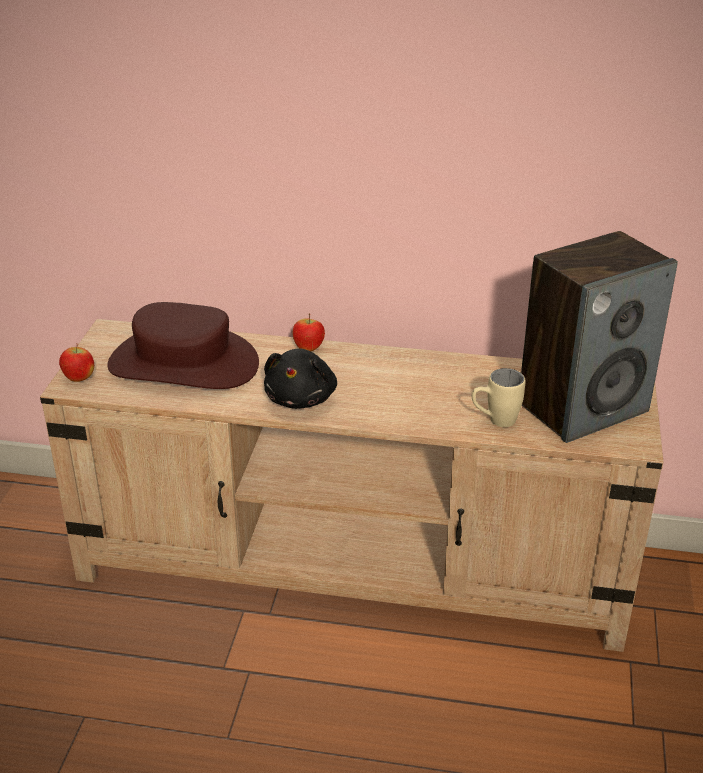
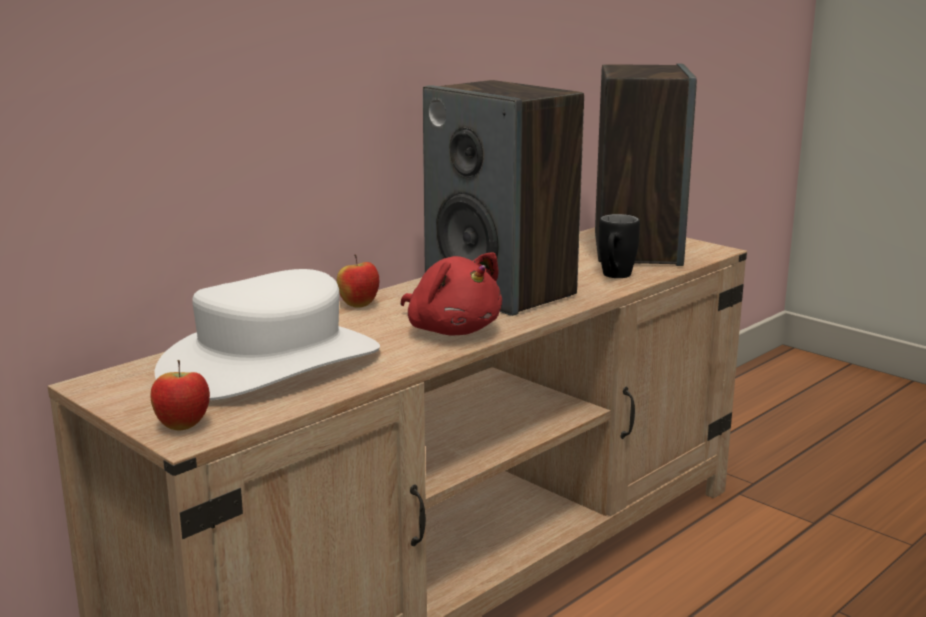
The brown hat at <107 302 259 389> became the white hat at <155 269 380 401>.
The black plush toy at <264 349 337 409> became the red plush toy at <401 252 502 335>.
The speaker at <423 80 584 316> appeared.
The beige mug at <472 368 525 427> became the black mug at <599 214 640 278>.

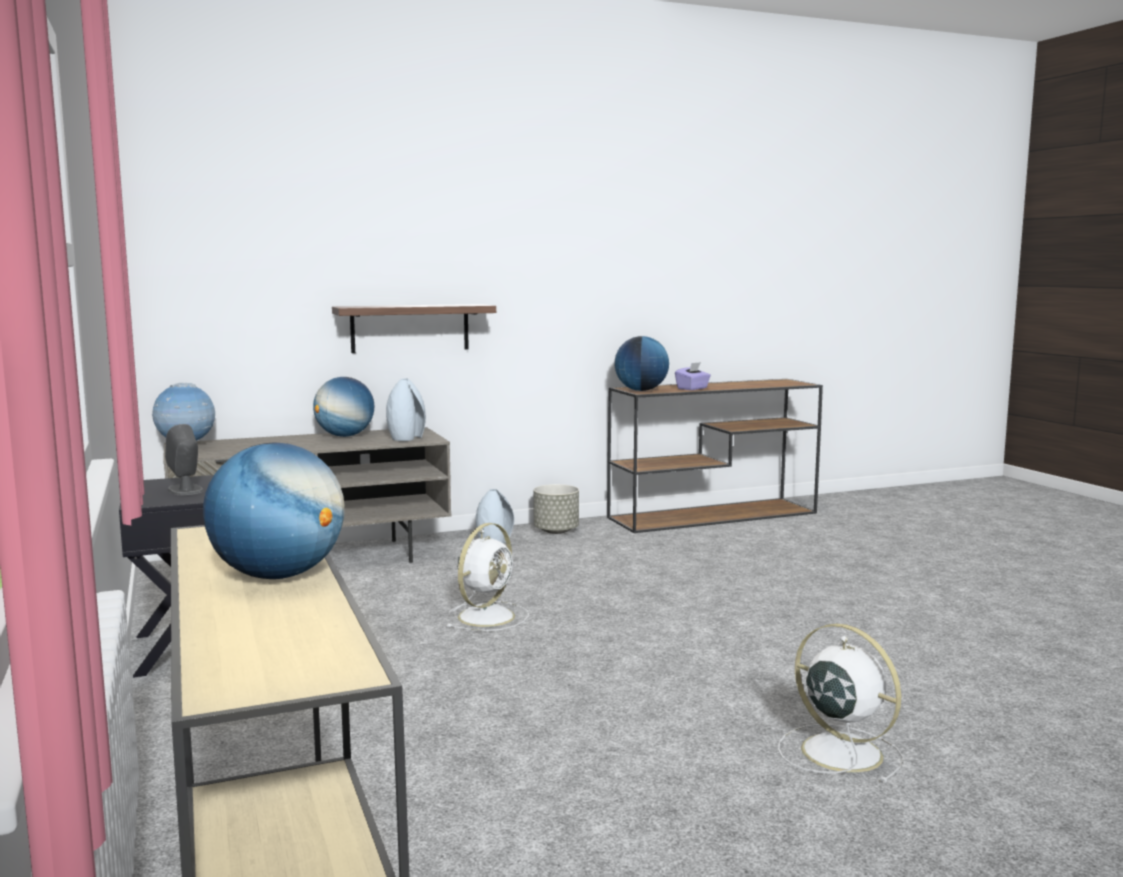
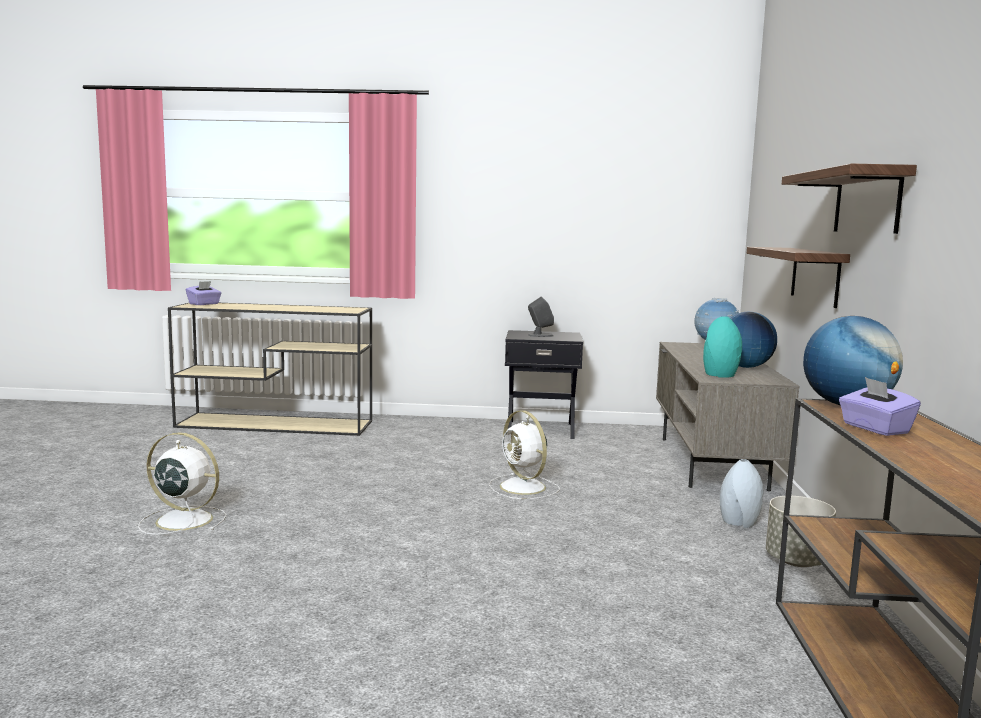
The white fan at <778 623 904 783> turned 150 degrees counterclockwise.
The purple tissue box at <186 281 222 305> appeared.
The grey vase at <386 379 426 441> became the turquoise vase at <703 316 742 378>.
The shelf at <782 163 917 234> appeared.
The globe at <203 443 345 579> disappeared.

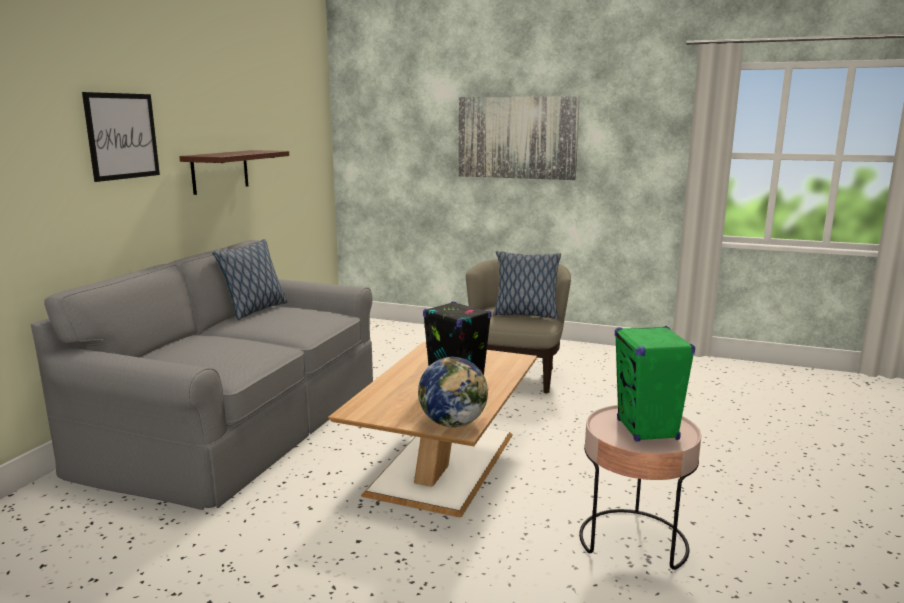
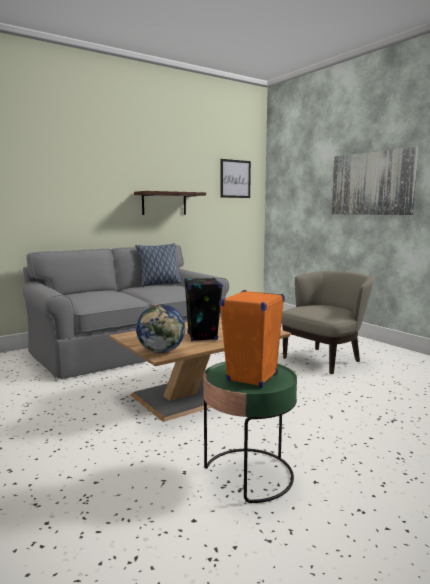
The pink side table at <579 405 701 570> became the green side table at <203 361 297 504>.
The green speaker at <615 326 695 442> became the orange speaker at <219 290 285 388>.
The picture moved from <82 92 160 182> to <220 159 251 198>.
The pillow at <493 251 561 319> disappeared.

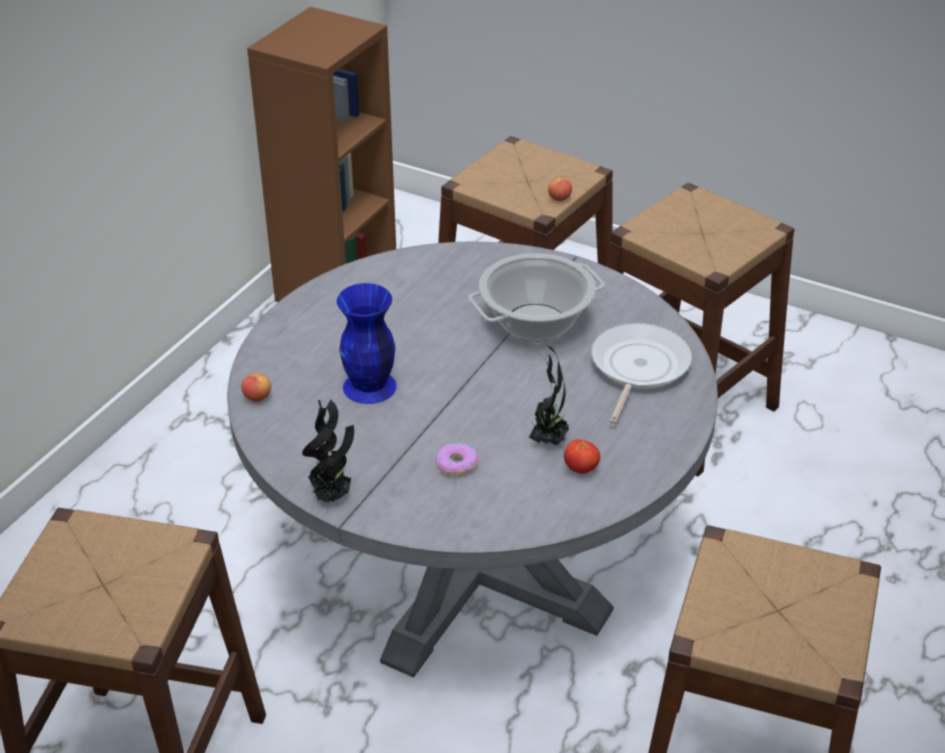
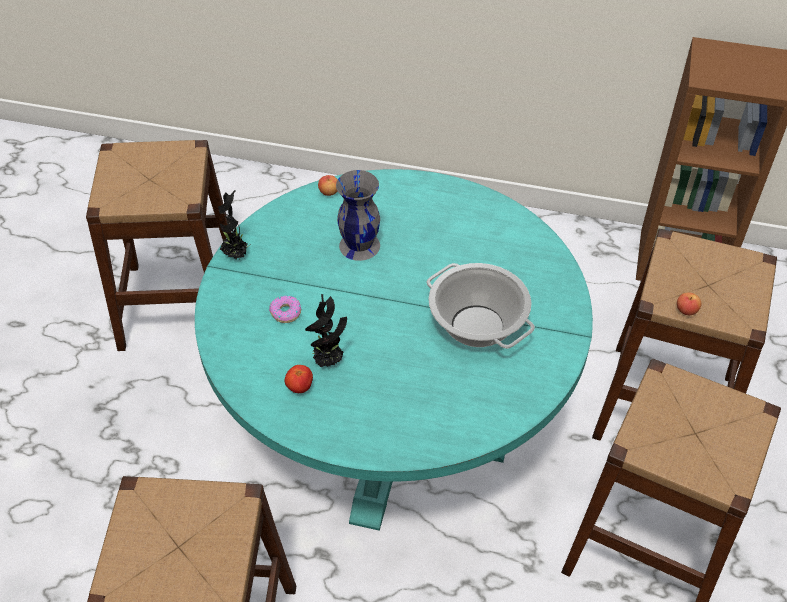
The grey dining table at <227 242 718 678> became the turquoise dining table at <195 169 593 531>.
The blue vase at <337 283 397 404> became the grey vase at <336 170 380 261>.
The frying pan at <591 323 692 424> disappeared.

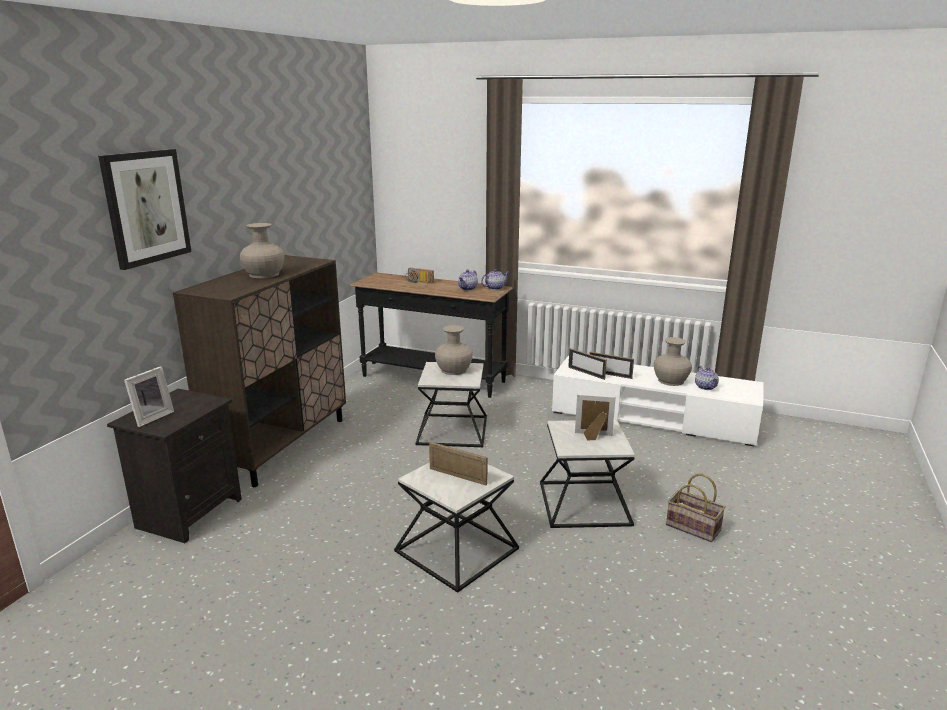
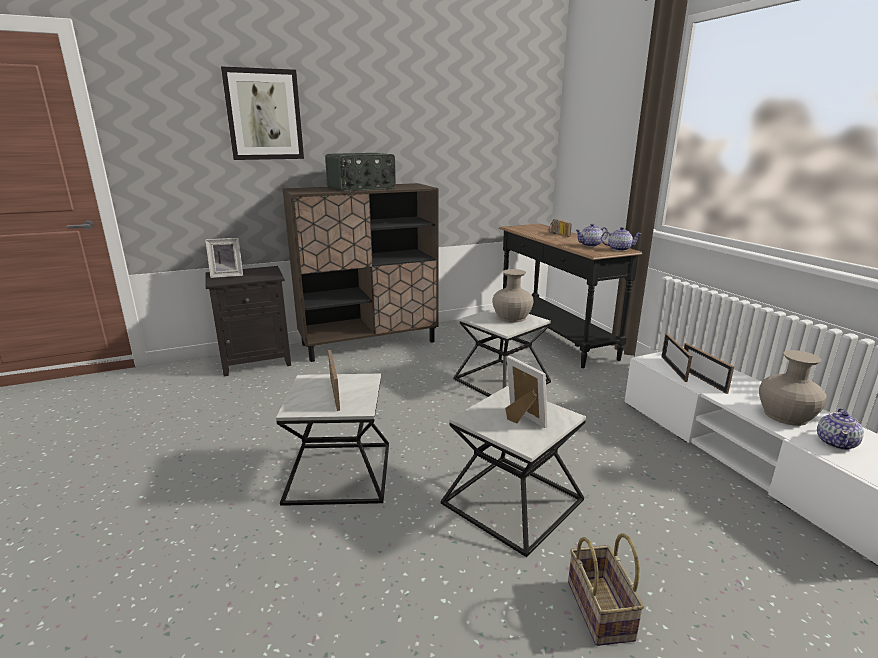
The beige vase at <240 223 285 278> was replaced by the radio at <325 153 396 191>.

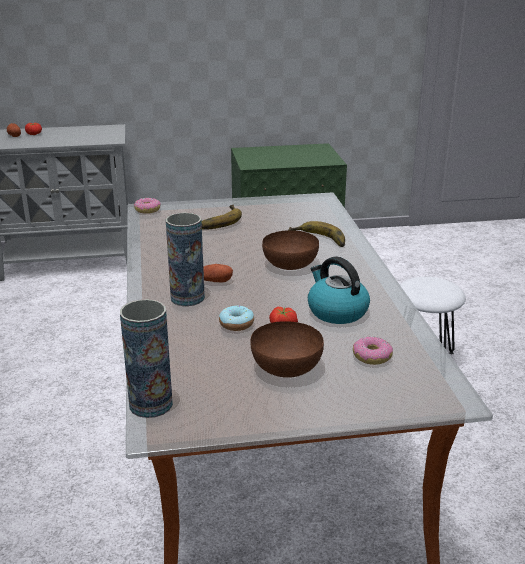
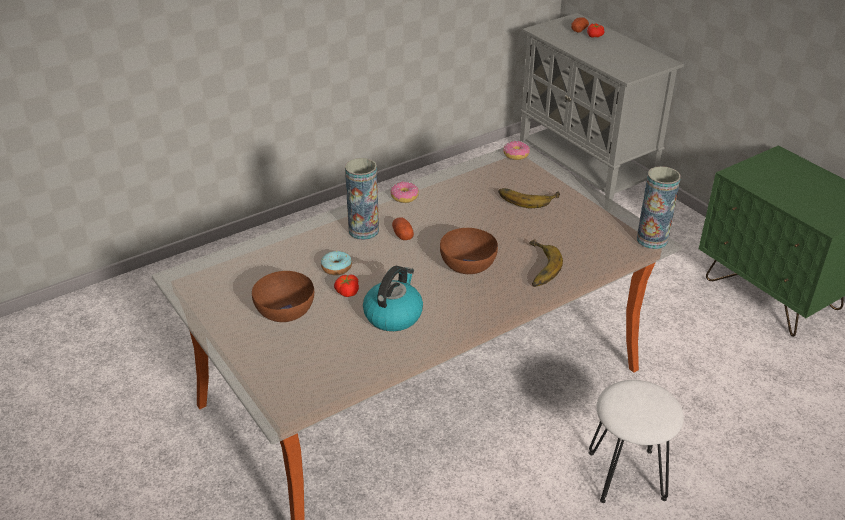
The donut moved from <353 336 393 365> to <390 181 419 203>.
The vase moved from <120 299 173 418> to <637 166 681 249>.

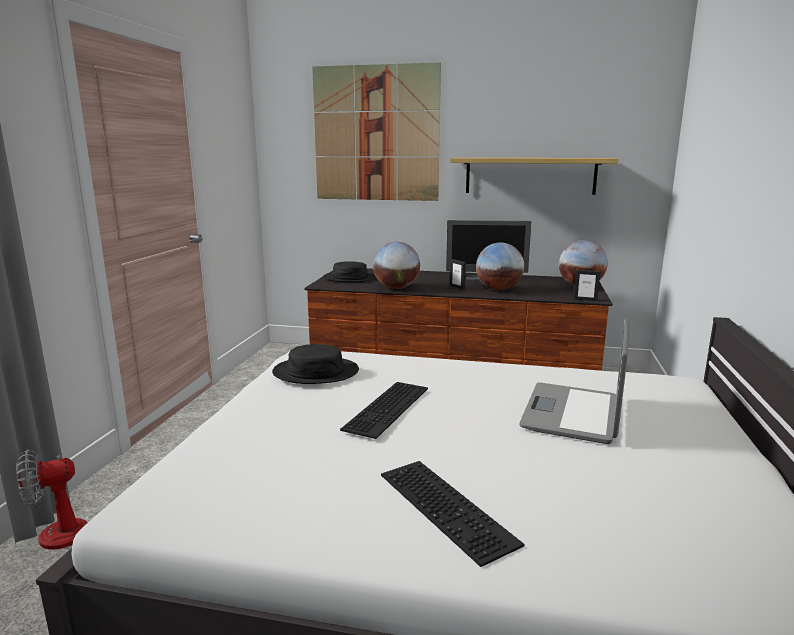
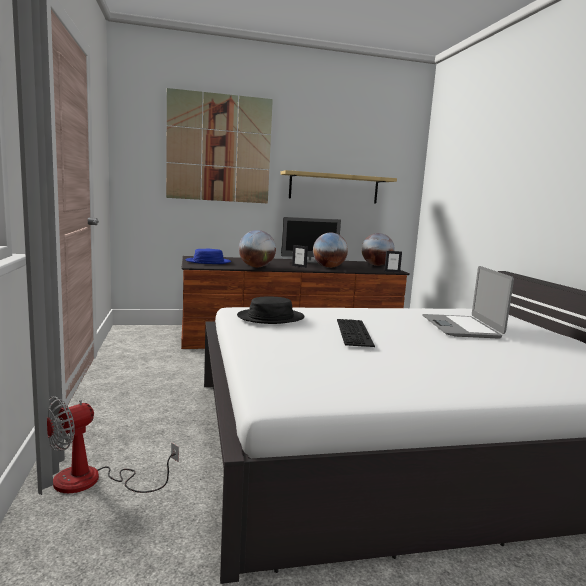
The black hat at <323 261 376 282> became the blue hat at <185 249 231 264>.
The keyboard at <381 461 524 567> disappeared.

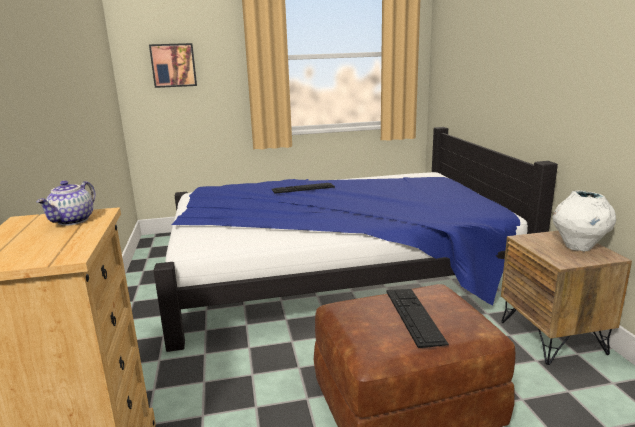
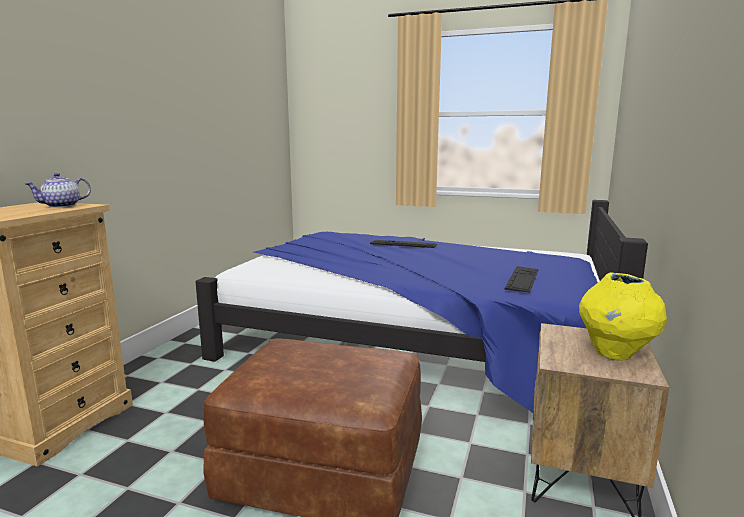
The keyboard moved from <386 289 449 348> to <505 266 539 293>.
The white vase at <552 190 616 252> became the yellow vase at <579 272 667 361>.
The picture at <149 43 197 88> disappeared.

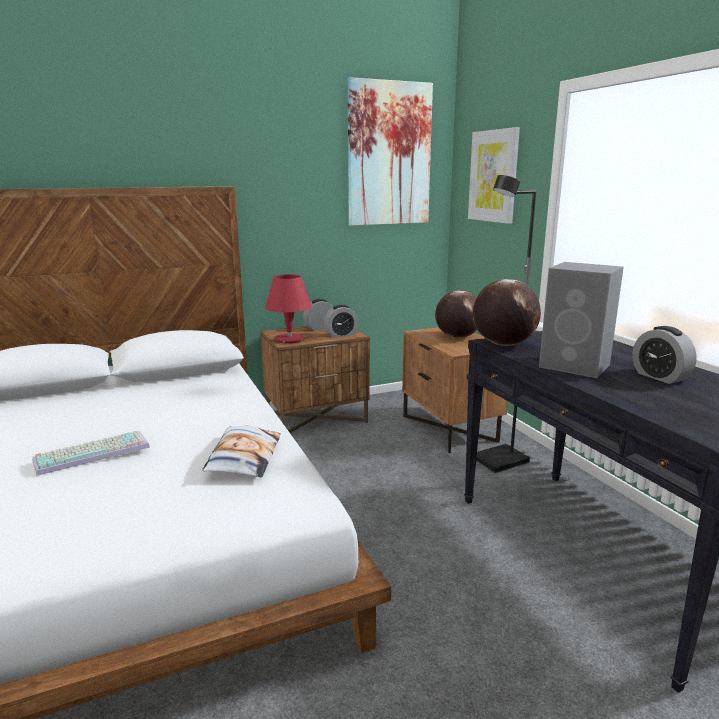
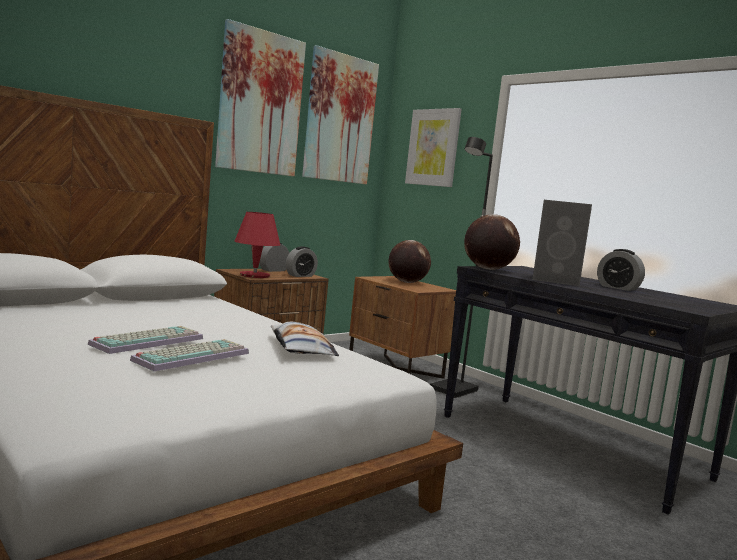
The keyboard at <130 339 249 371> appeared.
The picture at <215 19 306 176> appeared.

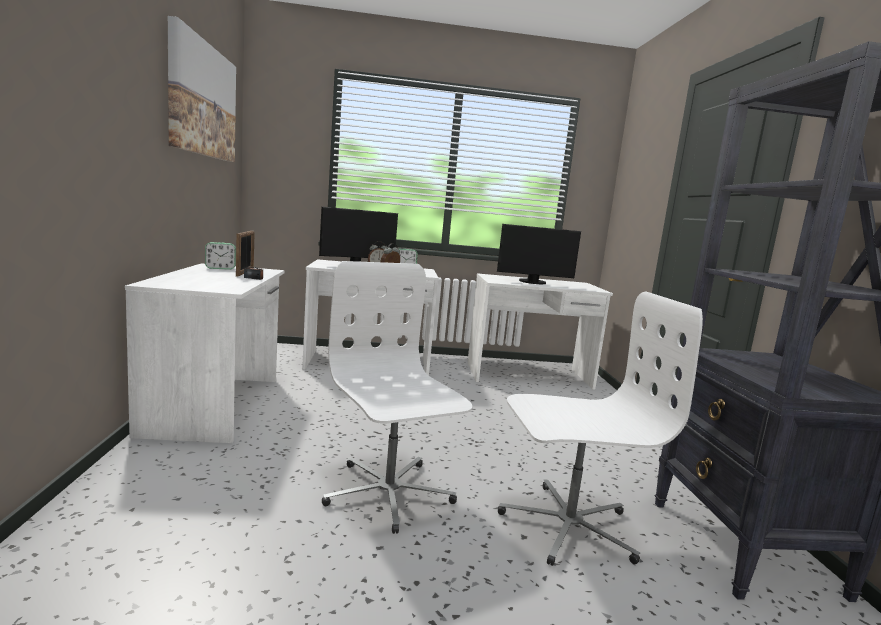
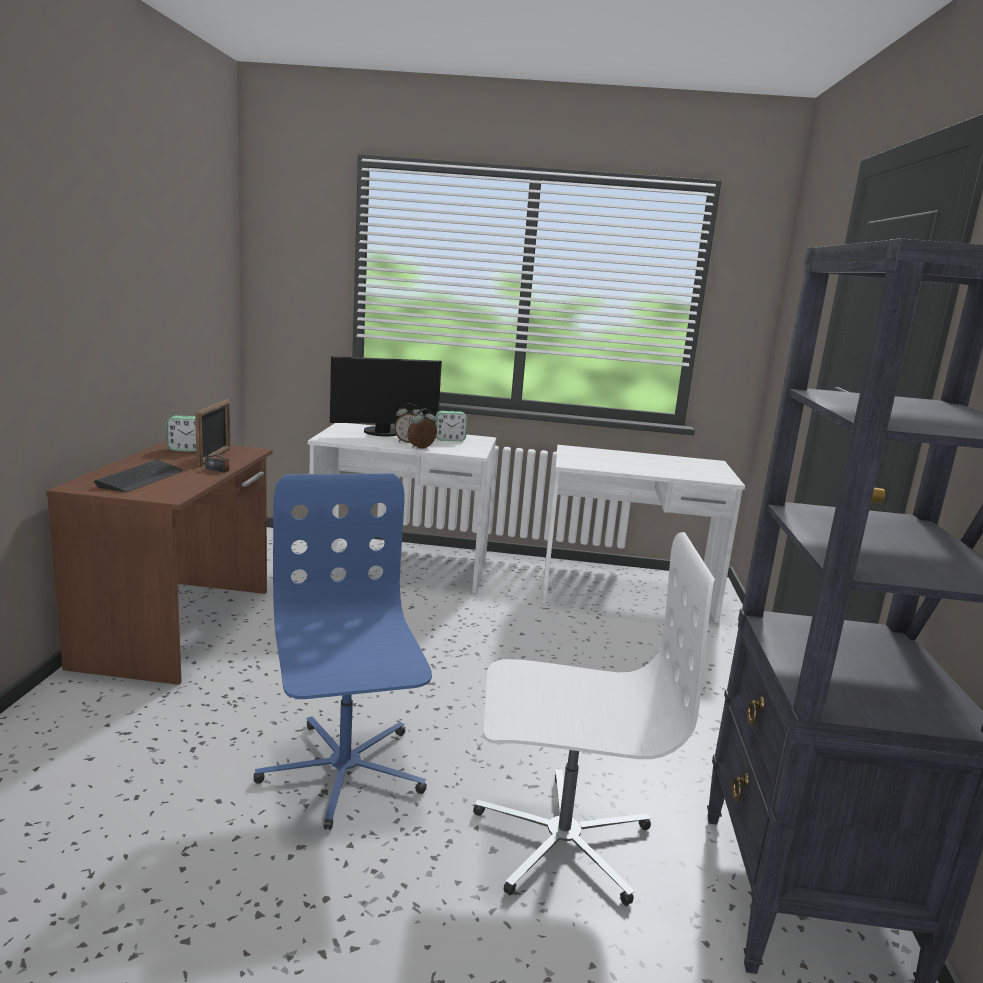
The white desk at <125 263 284 443> became the brown desk at <46 440 273 685>.
The keyboard at <94 459 183 492> appeared.
The white office chair at <322 261 472 534> became the blue office chair at <254 473 432 830>.
The picture at <168 16 236 162> disappeared.
The monitor at <497 224 581 284> disappeared.

